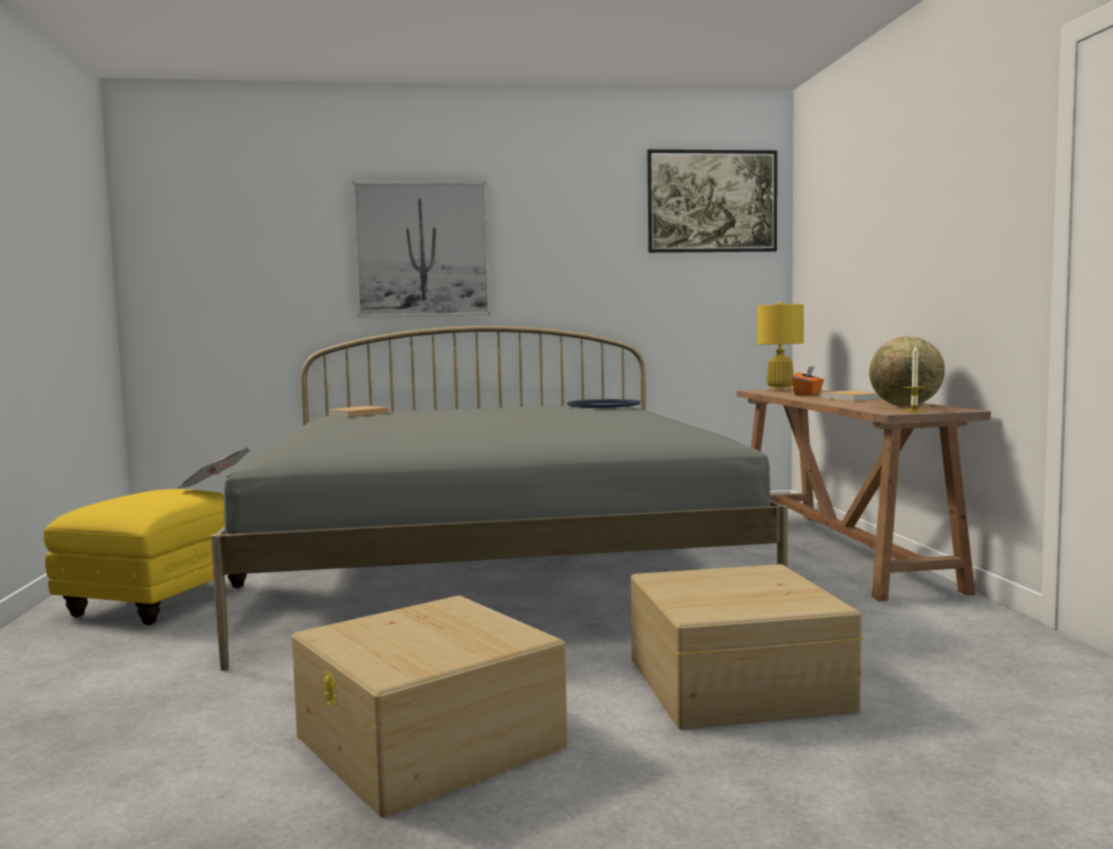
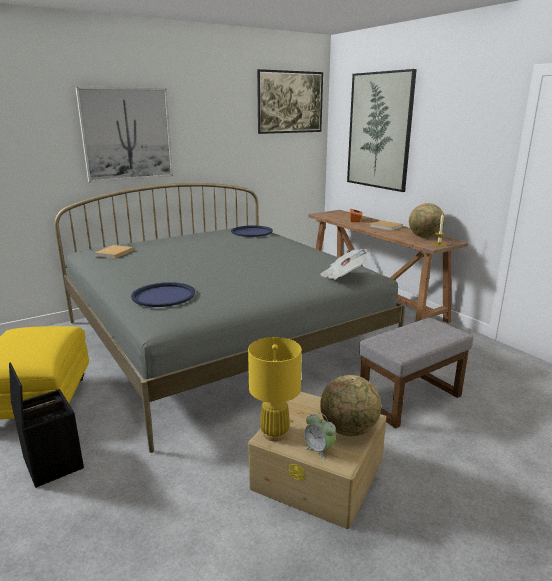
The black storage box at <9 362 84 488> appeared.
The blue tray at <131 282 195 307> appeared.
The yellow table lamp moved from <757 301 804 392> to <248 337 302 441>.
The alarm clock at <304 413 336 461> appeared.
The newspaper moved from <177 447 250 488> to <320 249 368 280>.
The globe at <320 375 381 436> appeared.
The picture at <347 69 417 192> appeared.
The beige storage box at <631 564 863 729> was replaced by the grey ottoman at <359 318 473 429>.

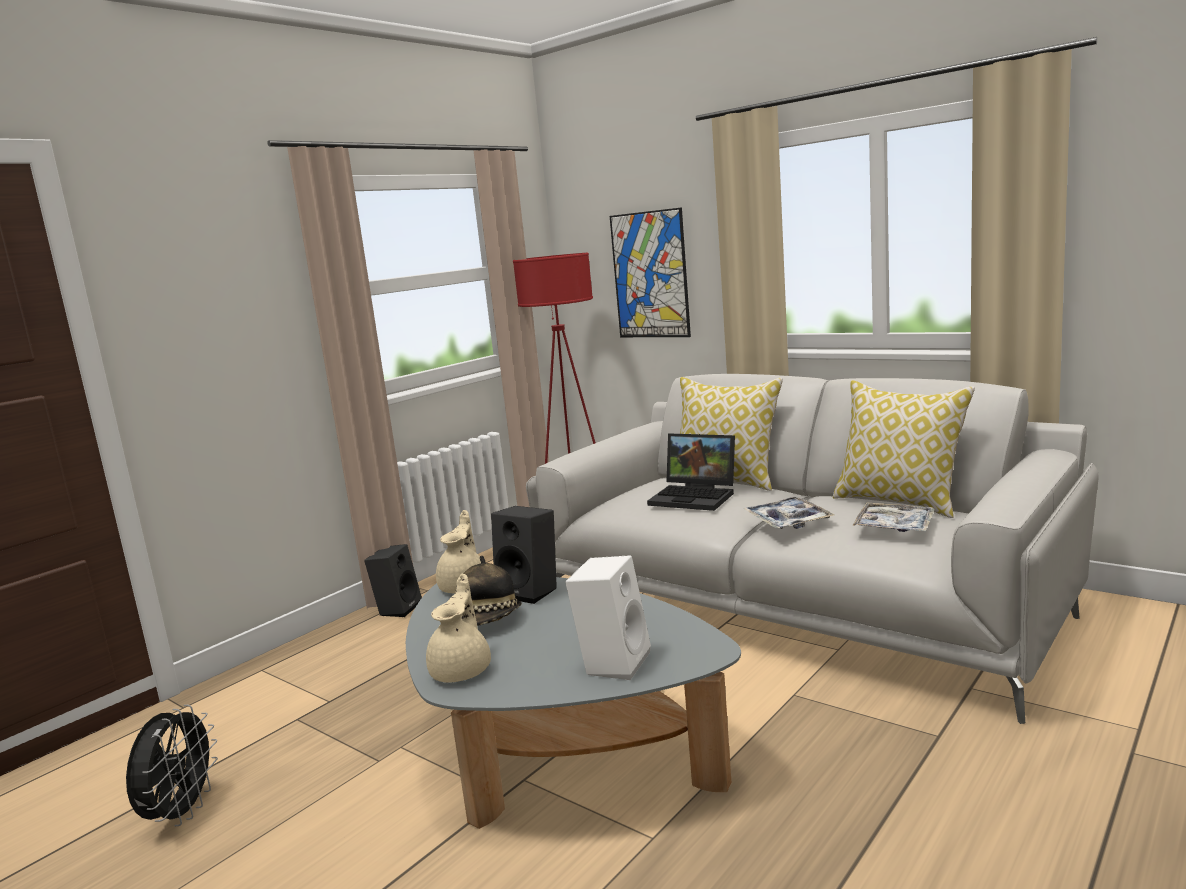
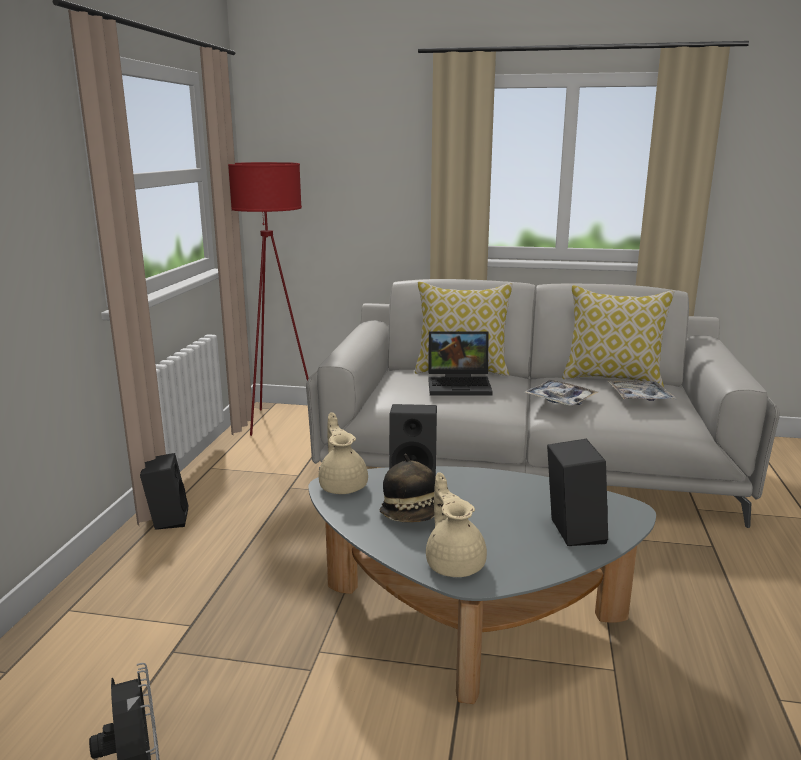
The white speaker at <565 555 651 680> became the black speaker at <547 439 608 546>.
The picture at <610 207 691 337> disappeared.

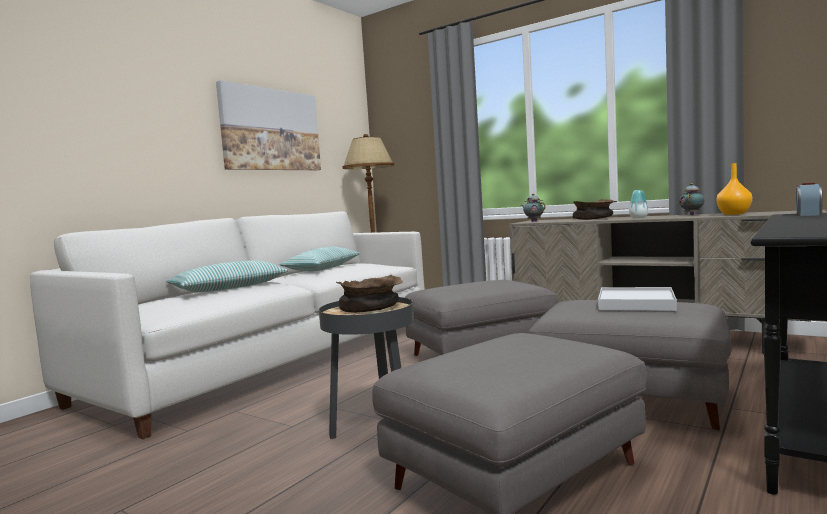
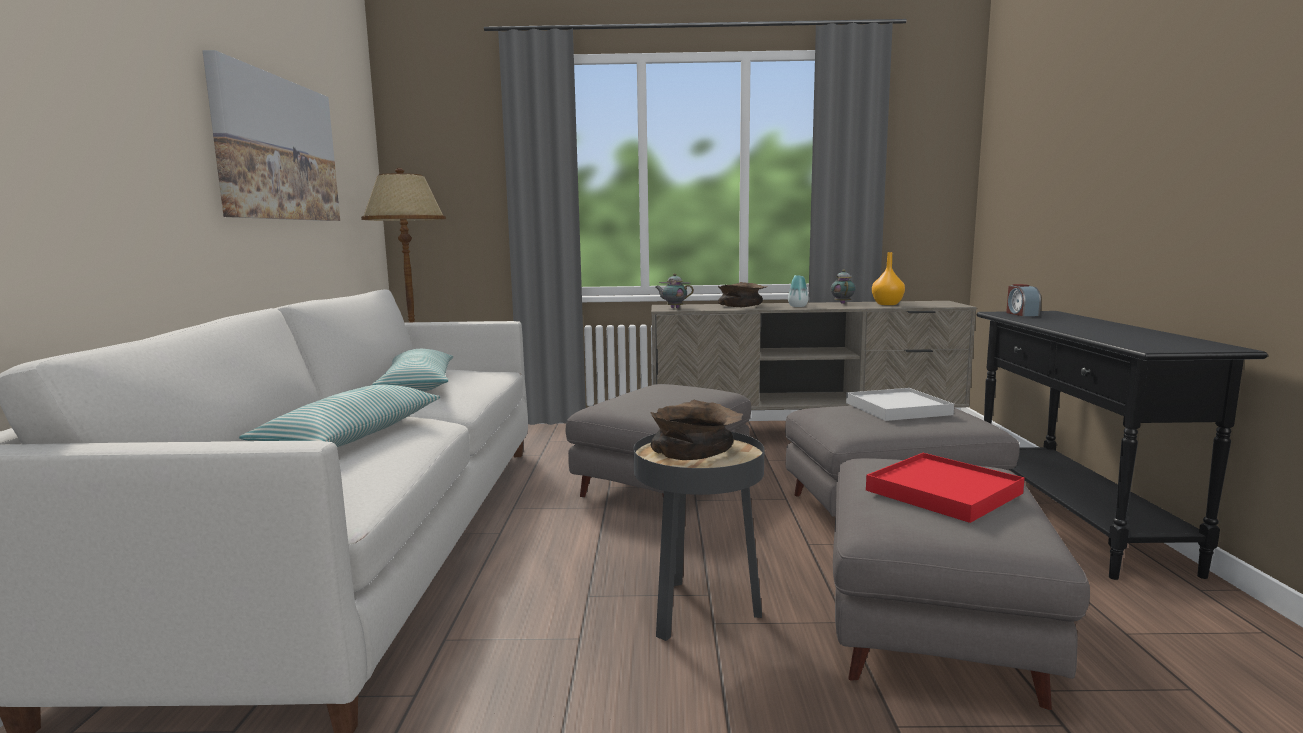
The red tray at <866 453 1025 523> appeared.

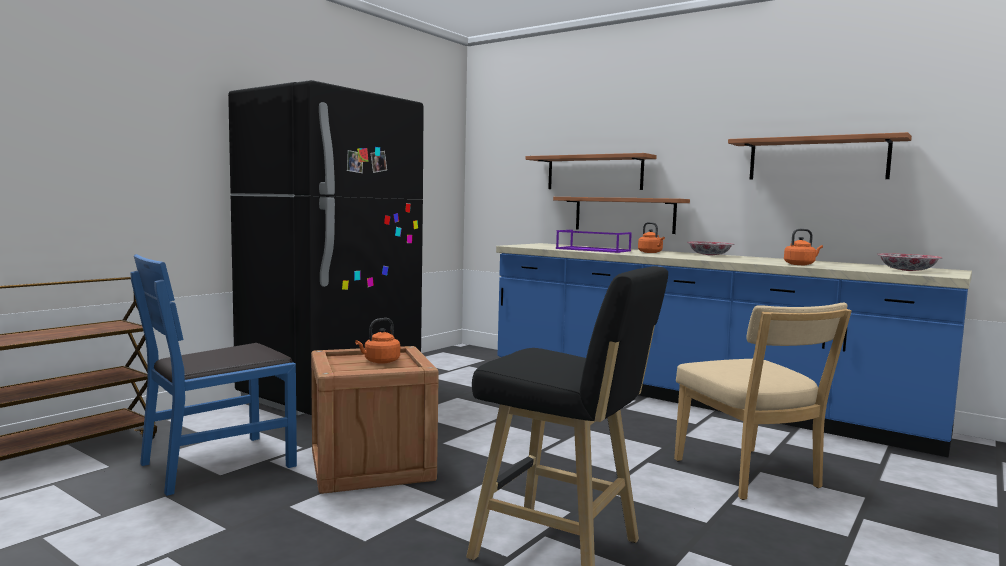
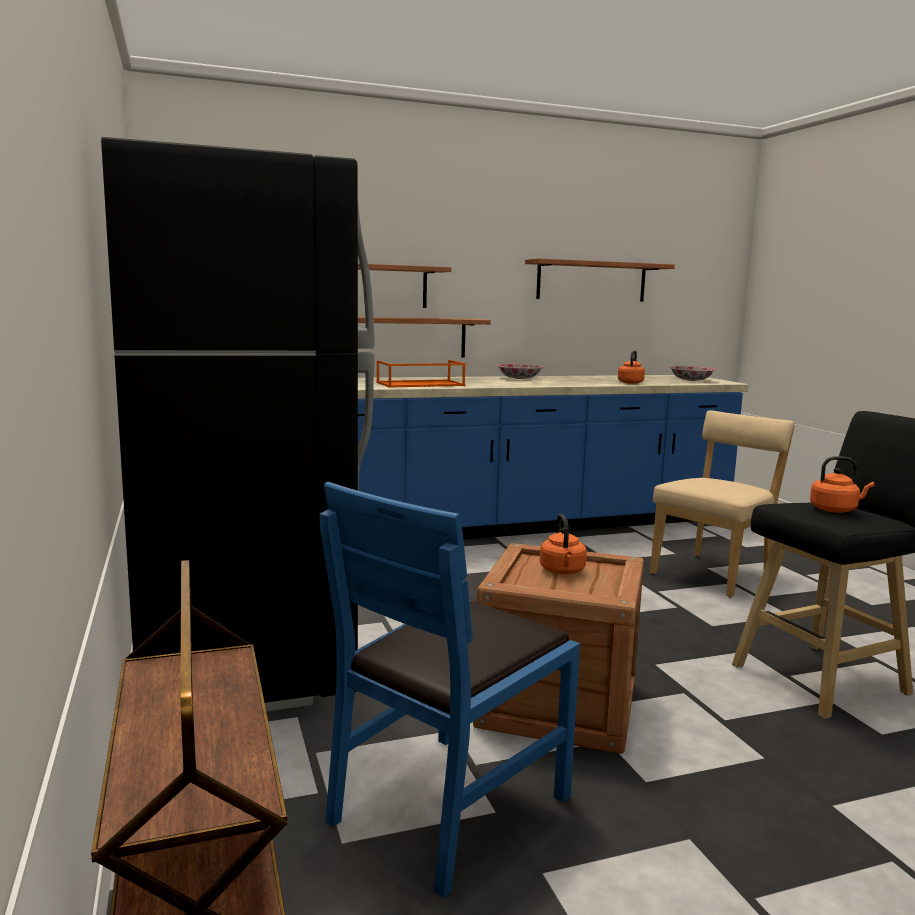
The blue chair at <131 254 297 496> turned 45 degrees clockwise.
The purple tray at <556 230 632 253> became the orange tray at <376 360 466 388>.
The beige chair at <674 303 852 500> turned 60 degrees counterclockwise.
The orange kettle moved from <638 222 665 253> to <810 456 874 513>.

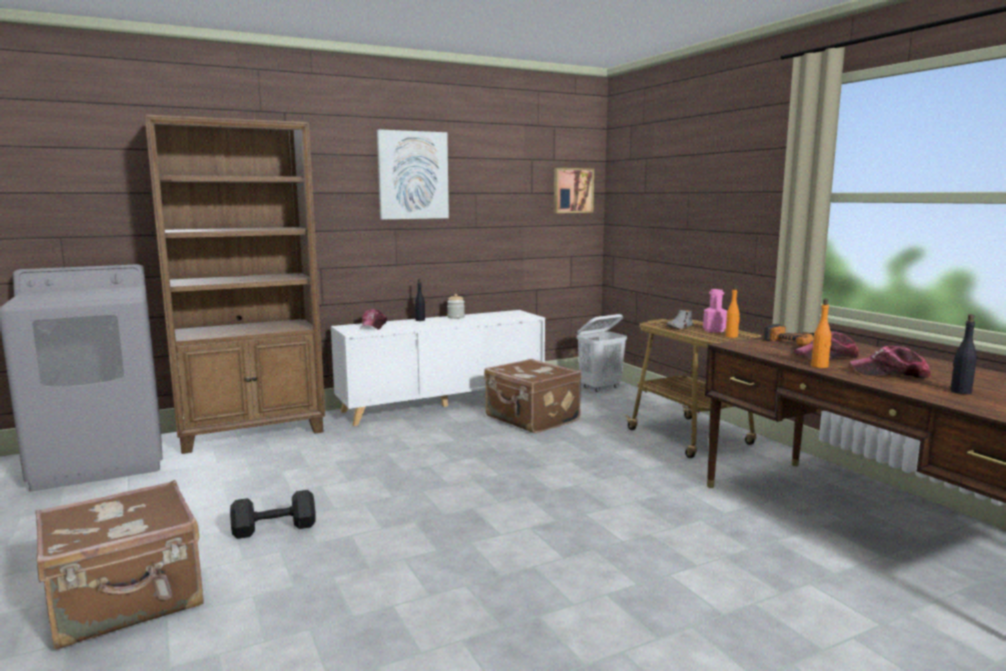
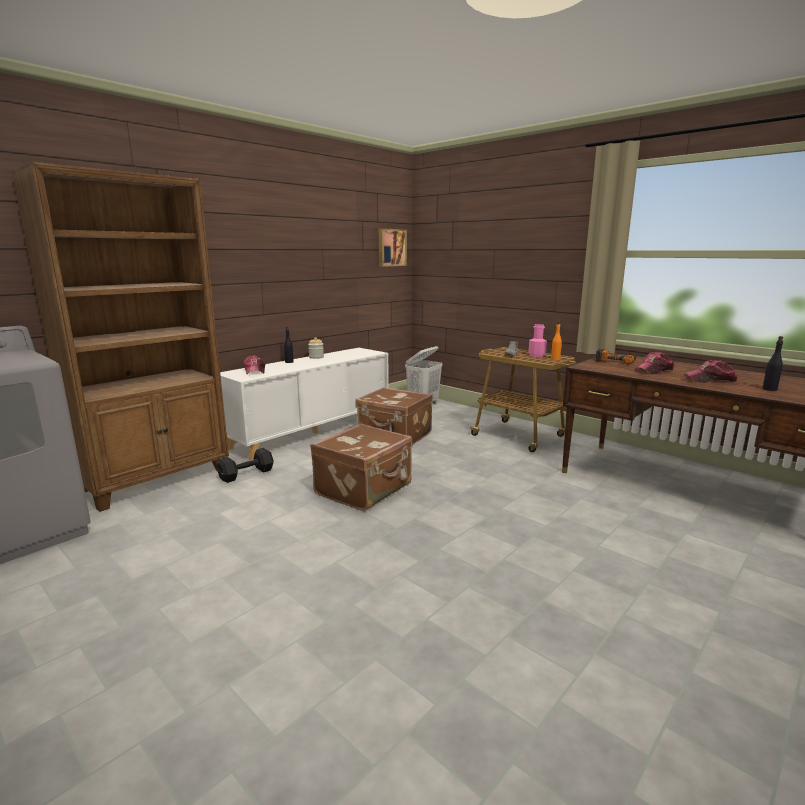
The black dumbbell moved from <230 490 316 539> to <217 448 274 483>.
The brown suitcase moved from <35 480 204 649> to <310 423 412 511>.
The picture at <377 129 449 219> disappeared.
The orange bottle at <811 299 831 368> disappeared.

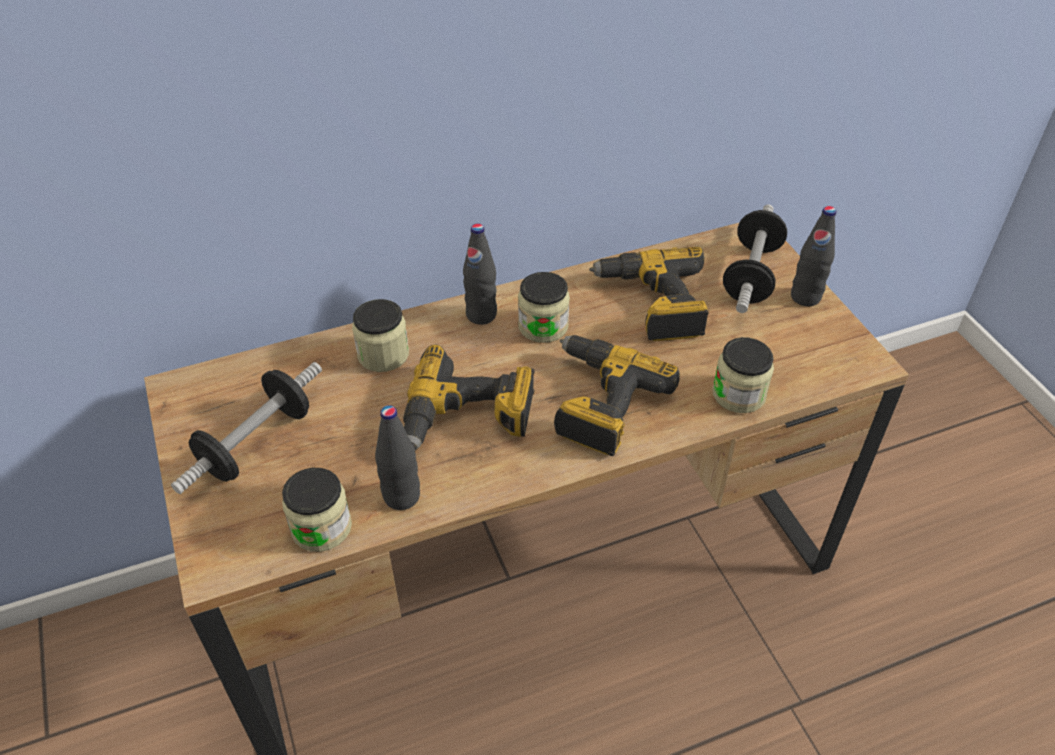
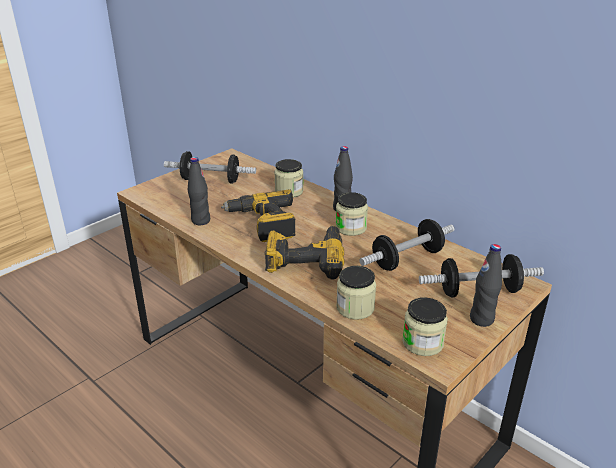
The power drill at <589 247 709 341> was replaced by the dumbbell at <359 219 454 271>.
The jar moved from <282 468 352 552> to <402 297 448 356>.

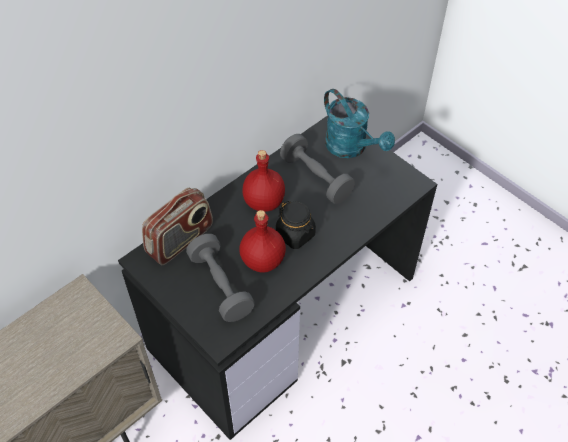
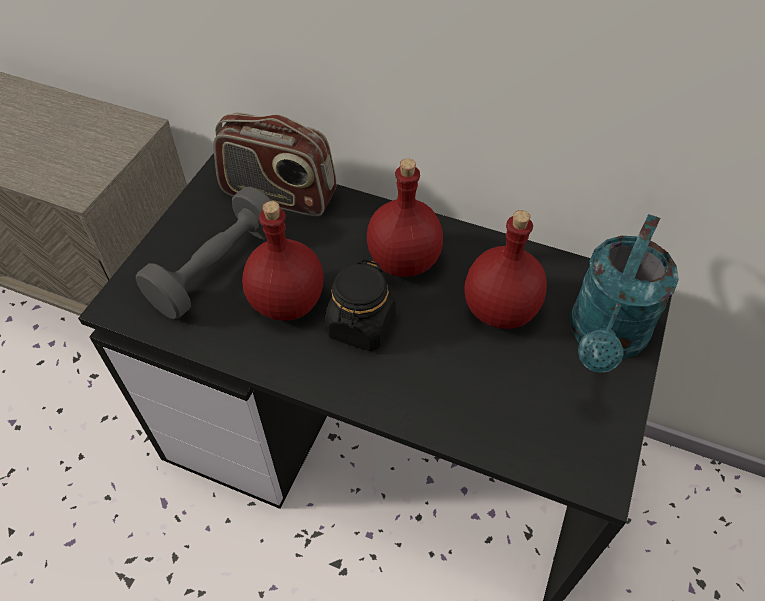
The grey dumbbell at <280 134 355 204> was replaced by the red bottle at <465 210 547 329>.

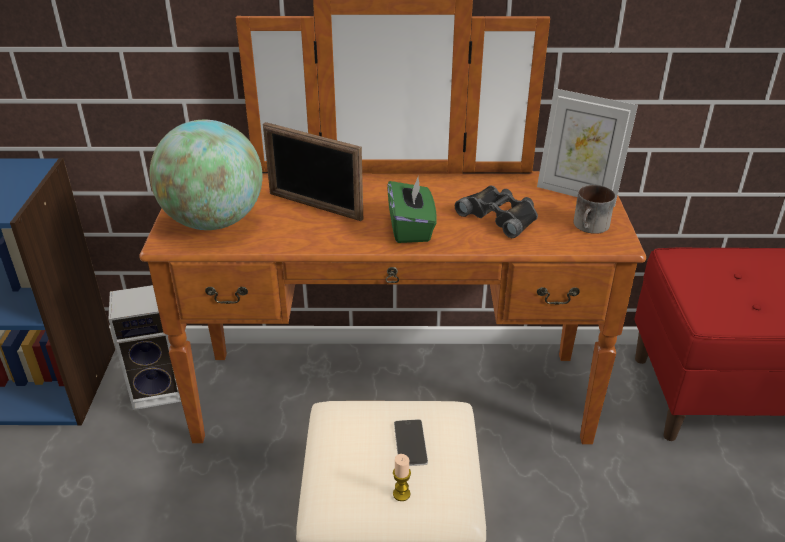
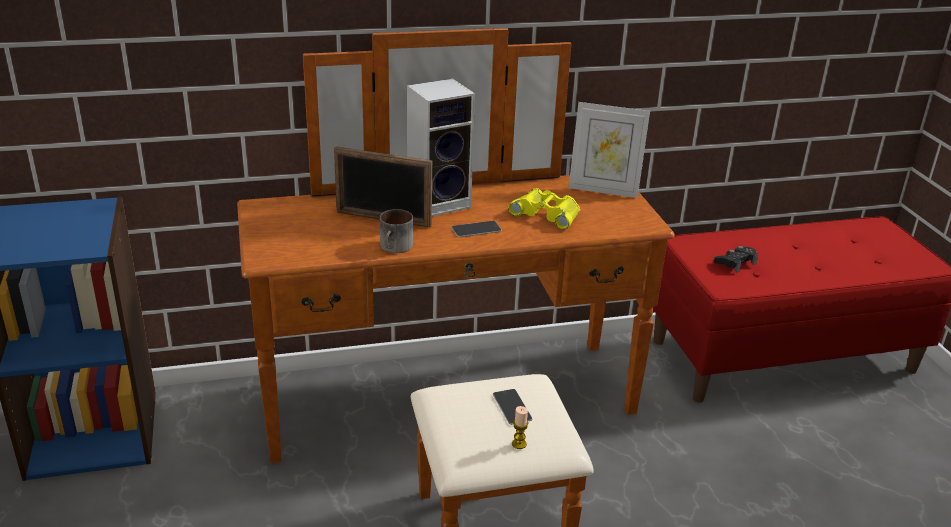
The mug moved from <574 185 615 234> to <380 209 413 253>.
The speaker moved from <108 285 181 410> to <407 79 475 216>.
The green tissue box at <387 175 437 243> was replaced by the phone at <452 221 502 237>.
The black binoculars at <455 186 538 238> became the yellow binoculars at <508 188 580 230>.
The black game controller at <714 246 758 273> appeared.
The globe at <150 120 263 230> disappeared.

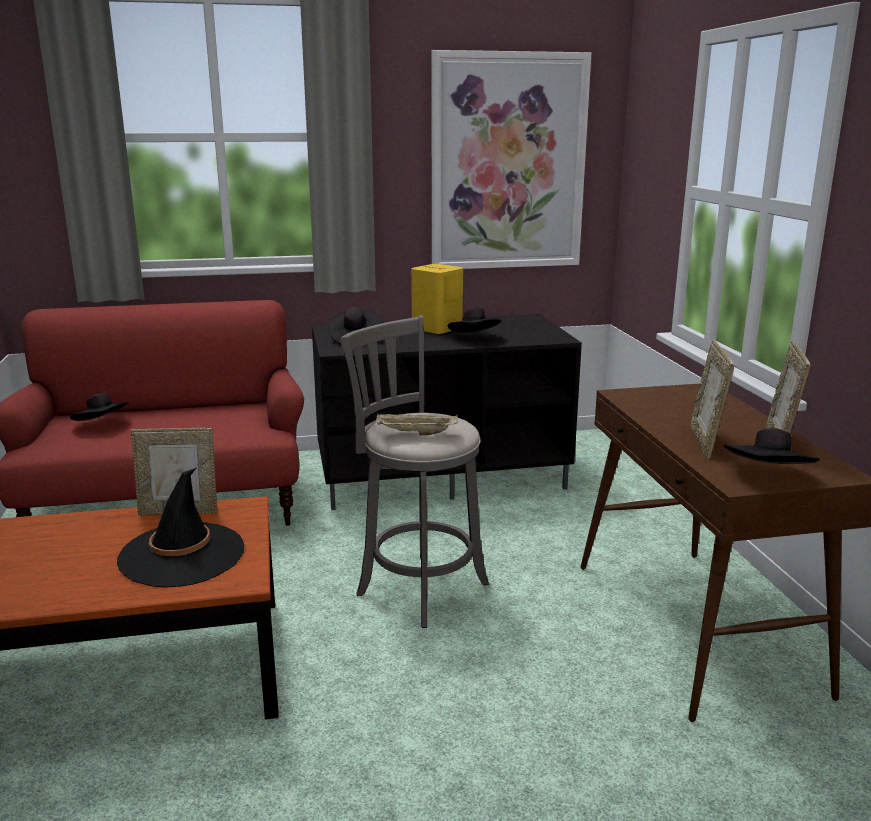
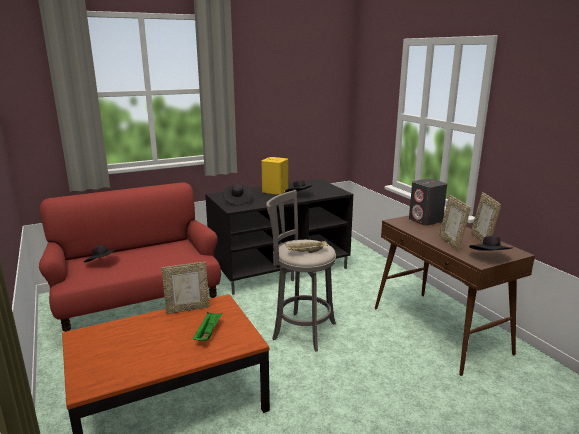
The black hat at <117 468 244 587> was replaced by the green tray at <193 312 223 341>.
The grey speaker at <409 178 447 226> appeared.
The picture at <431 50 591 269> disappeared.

